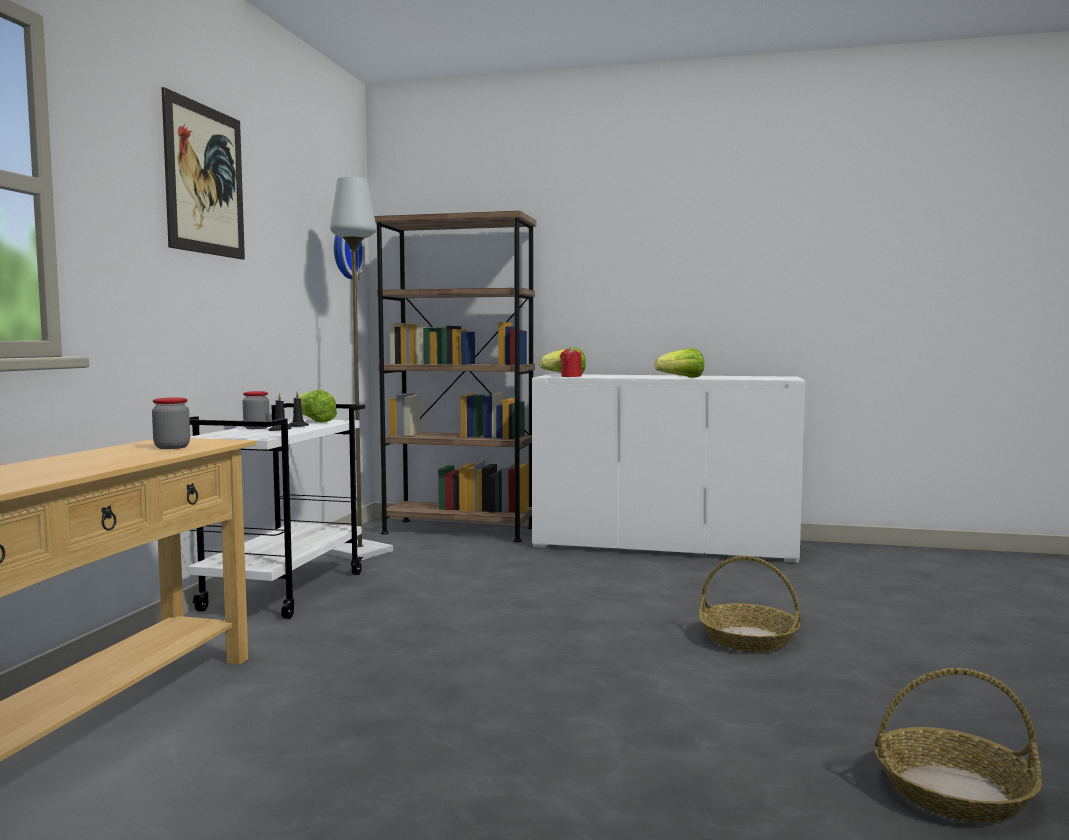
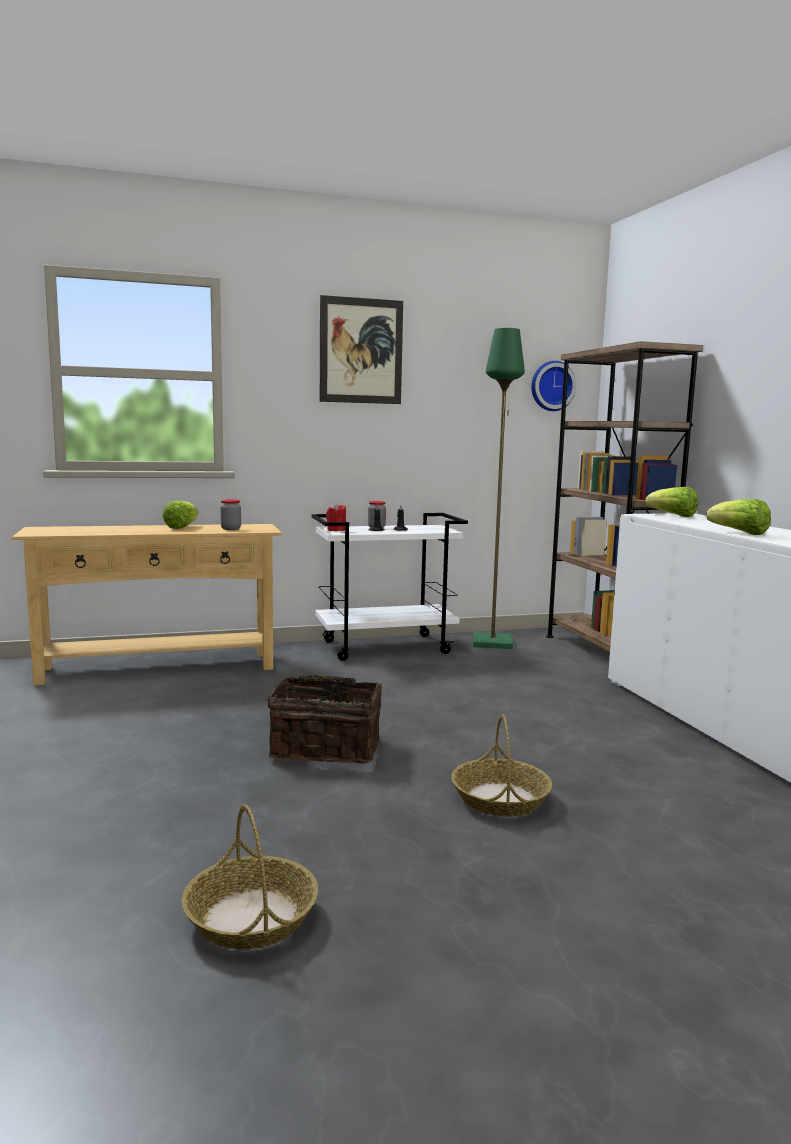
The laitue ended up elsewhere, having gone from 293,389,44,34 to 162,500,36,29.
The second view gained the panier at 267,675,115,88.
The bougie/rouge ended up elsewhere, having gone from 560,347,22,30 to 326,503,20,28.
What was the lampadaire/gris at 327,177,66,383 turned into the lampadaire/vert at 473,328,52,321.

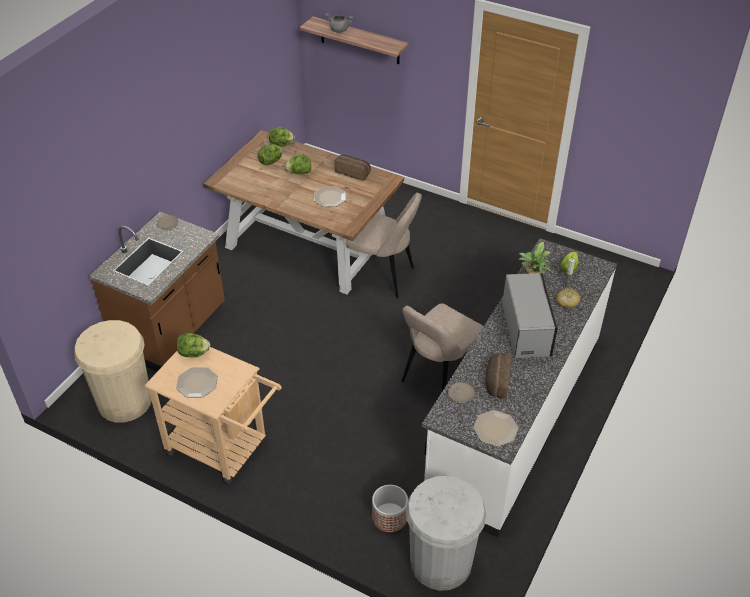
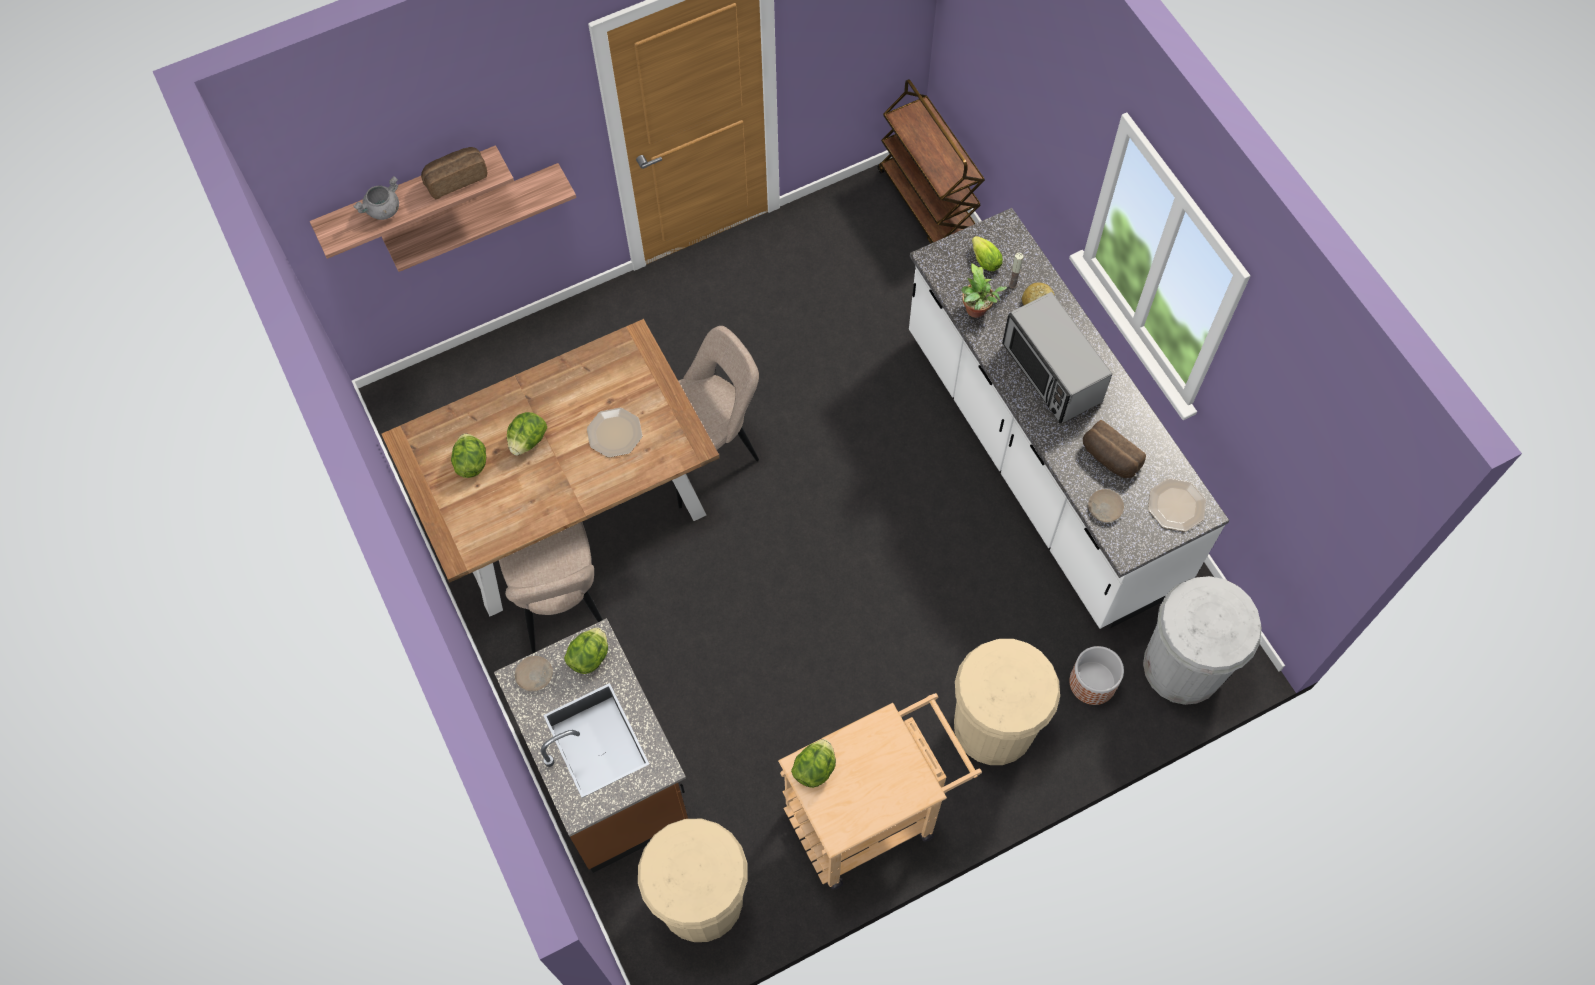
The second view gained the étagère at 382,163,194,109.
The pain ended up elsewhere, having gone from 334,155,37,26 to 421,147,67,52.
The chaise/beige ended up elsewhere, having gone from 401,303,83,88 to 499,522,104,131.
The laitue ended up elsewhere, having gone from 269,127,26,19 to 564,627,44,47.
The second view gained the chariot/marron at 878,79,107,165.
The second view gained the poubelle/beige at 954,639,106,126.
The micro-ondes at 503,273,55,85 ended up facing another way, 150 degrees counterclockwise from before.
The second view lost the assiette at 176,367,42,31.

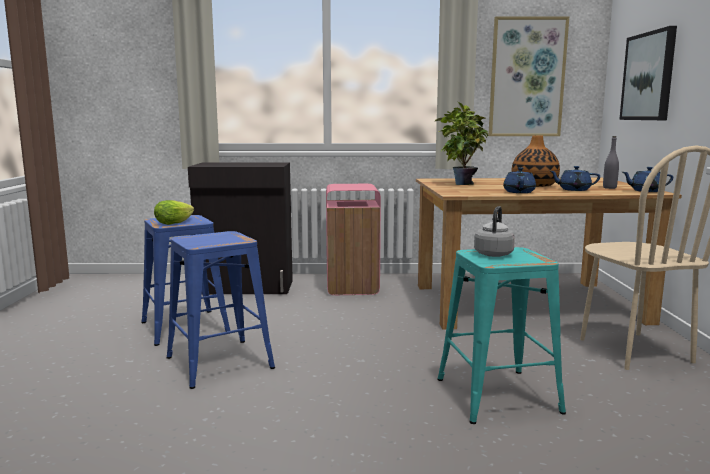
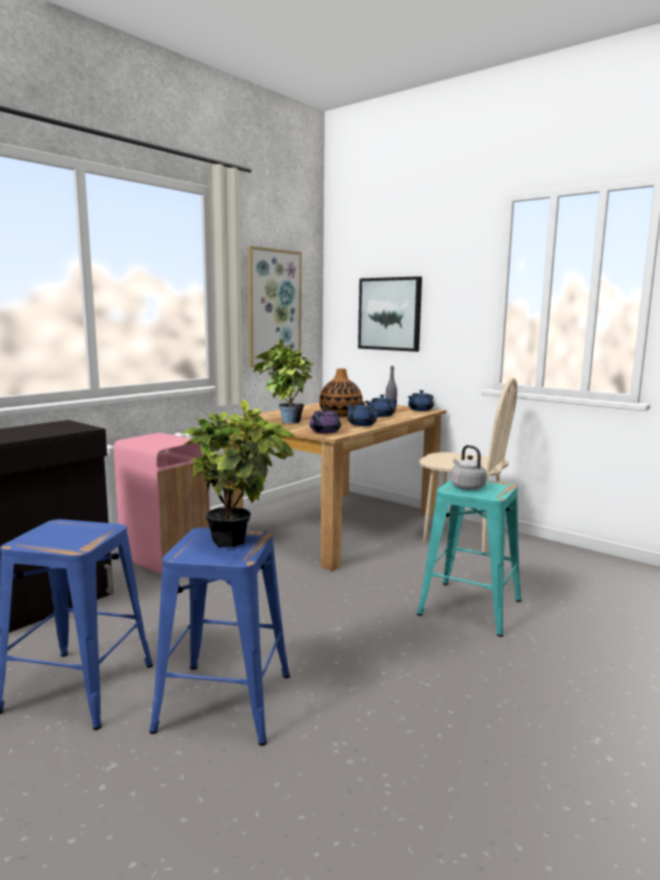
The second view gained the plante en pot at 182,400,112,147.
The second view gained the théière/violet at 310,407,31,26.
The second view lost the laitue at 154,200,40,25.

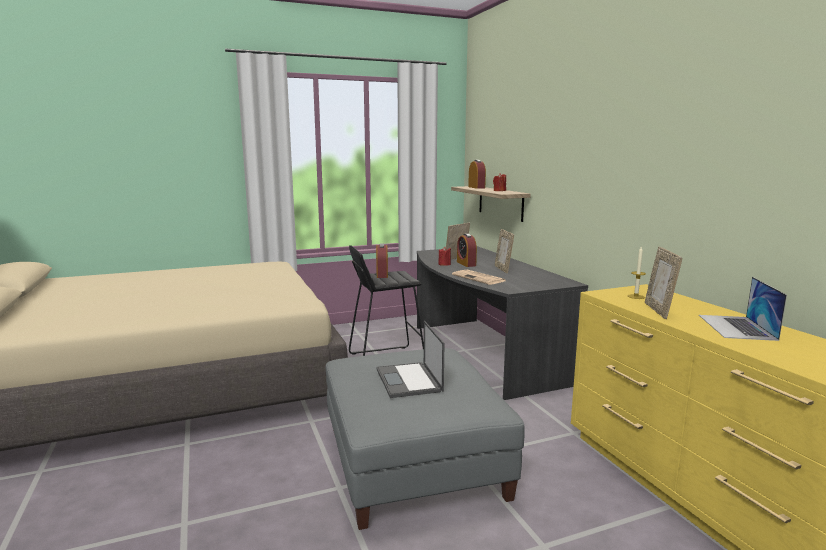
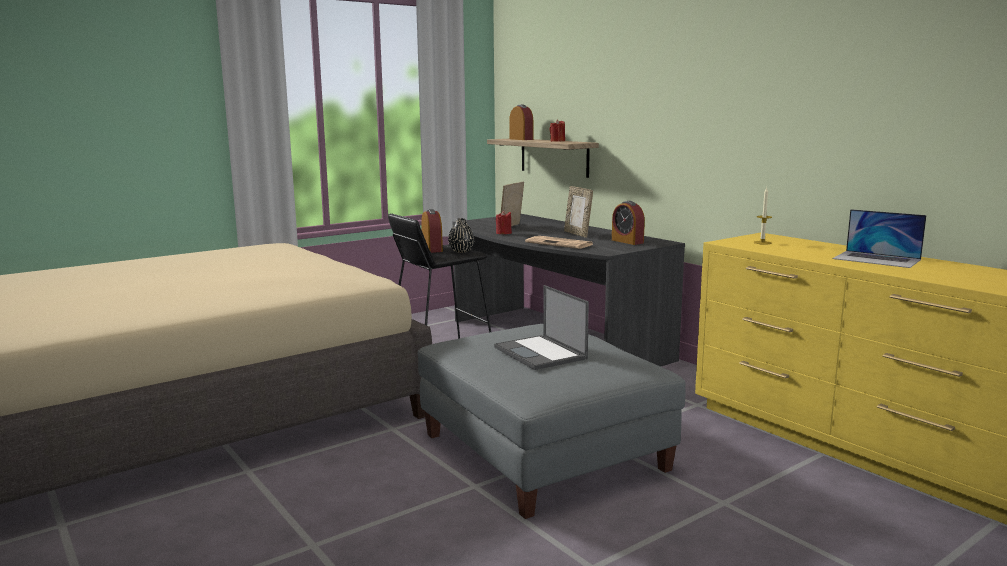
The second view gained the vase/noir at 448,218,26,34.
The réveil ended up elsewhere, having gone from 457,234,20,33 to 612,201,33,44.
The ordinateur portable at 699,277,88,64 ended up facing another way, 45 degrees counterclockwise from before.
The second view lost the cadre photo at 645,247,37,72.

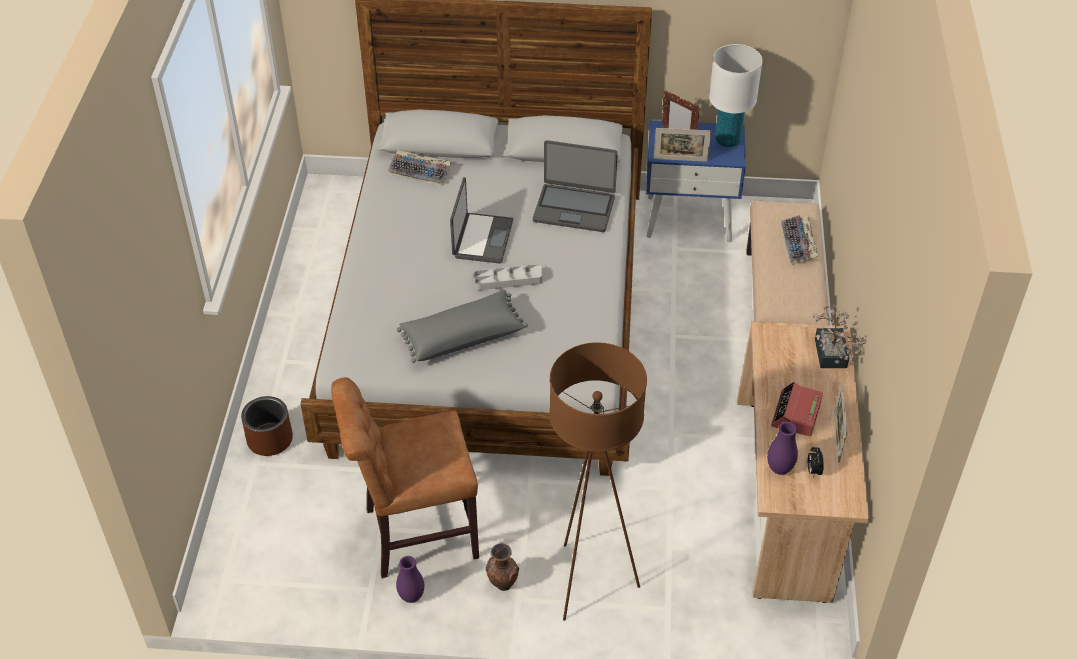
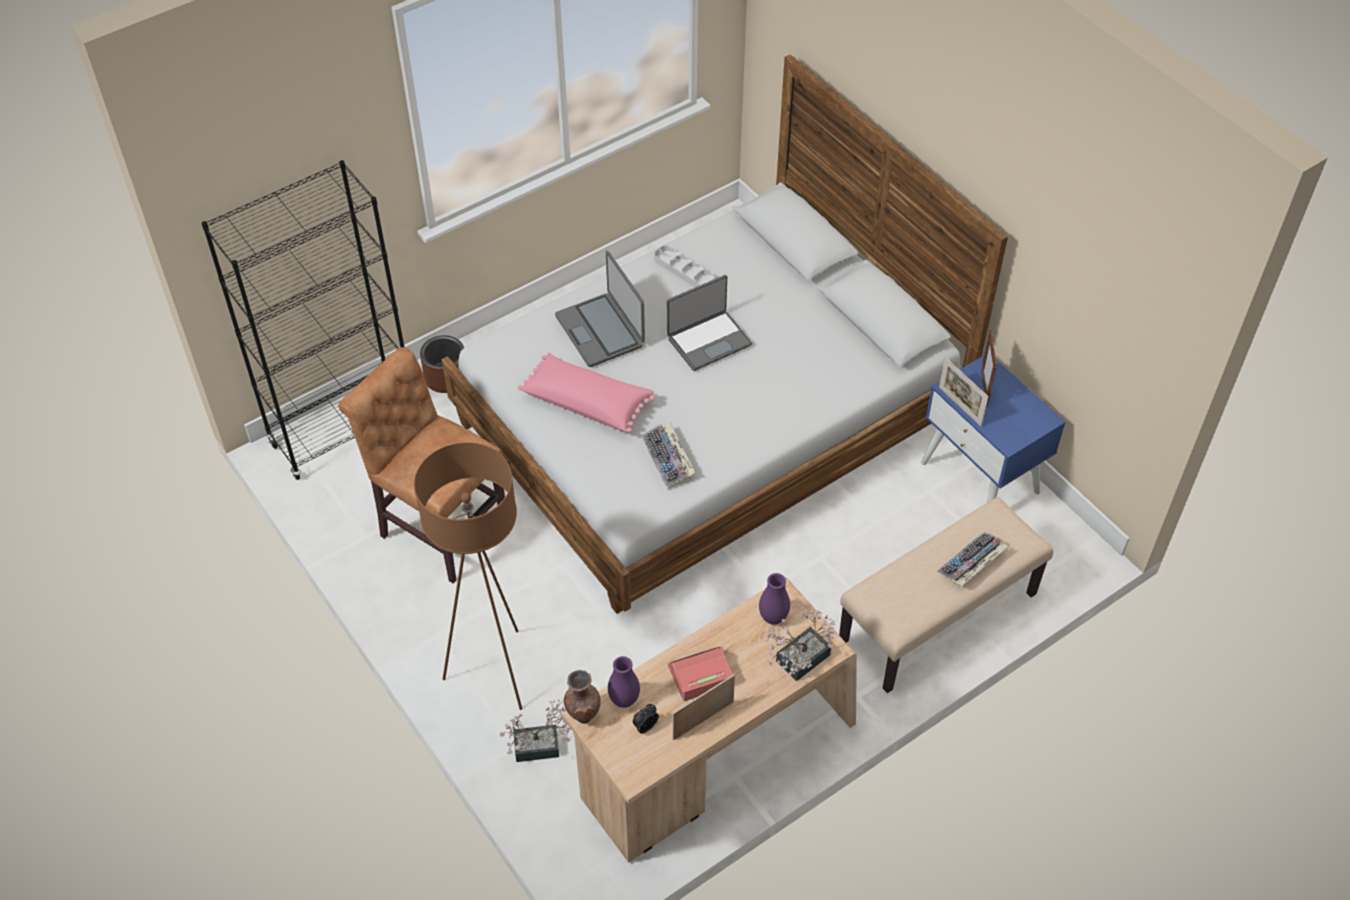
The second view gained the bibliothèque/noir at 202,160,202,320.
The second view gained the plante en pot at 500,698,74,64.
What was the coussin/gris at 397,290,131,73 turned into the coussin/rose at 518,353,137,80.
The ordinateur portable ended up elsewhere, having gone from 533,140,85,92 to 555,251,90,116.
The vase/marron ended up elsewhere, having gone from 486,543,33,48 to 564,670,37,54.
The clavier ended up elsewhere, having gone from 387,150,64,36 to 642,422,53,67.
The plateau/gris ended up elsewhere, having gone from 474,264,69,26 to 654,245,60,42.
The vase/violet ended up elsewhere, having gone from 396,556,28,47 to 759,573,31,52.
The second view lost the lampe de table/blanc at 709,44,54,103.

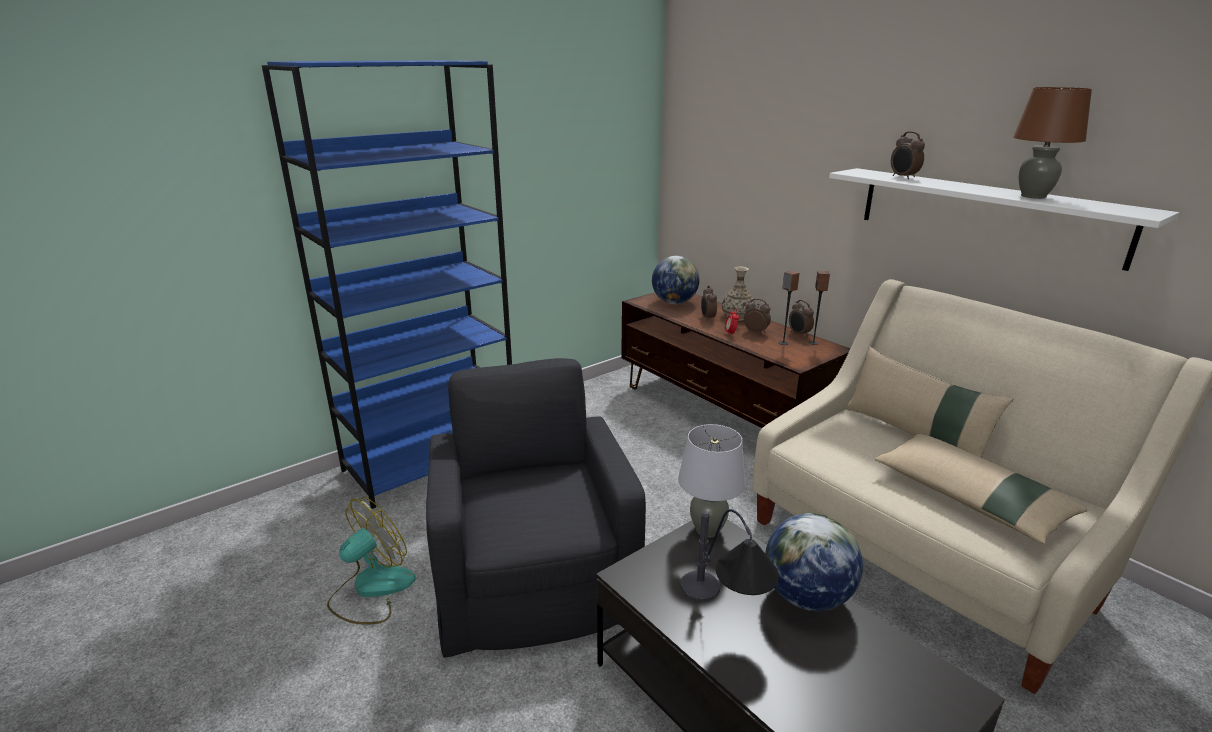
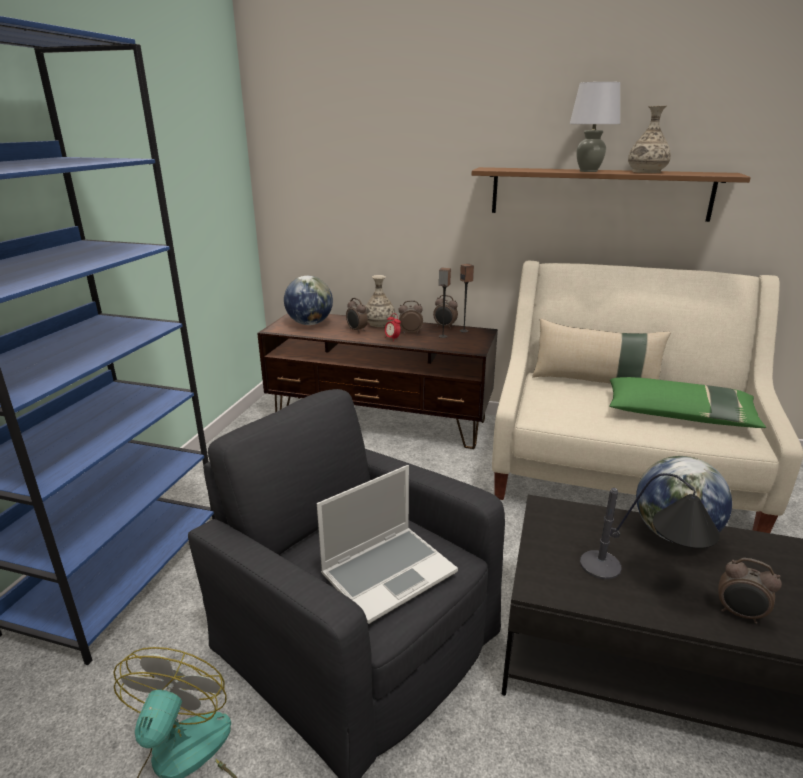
The second view gained the ordinateur portable at 317,465,141,159.
What was the étagère/blanc at 829,168,350,103 turned into the étagère/marron at 472,167,279,55.
The lampe de table/gris ended up elsewhere, having gone from 678,424,68,113 to 570,82,51,90.
What was the coussin/beige at 875,434,212,110 turned into the coussin/vert at 609,377,157,51.
Where the lampe de table/marron stood at 1013,87,79,112, the vase came to stand at 628,106,43,67.
The réveil ended up elsewhere, having gone from 891,131,34,48 to 718,558,64,66.

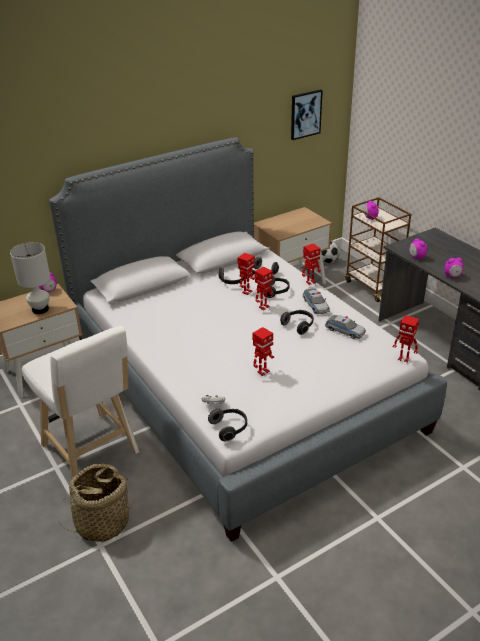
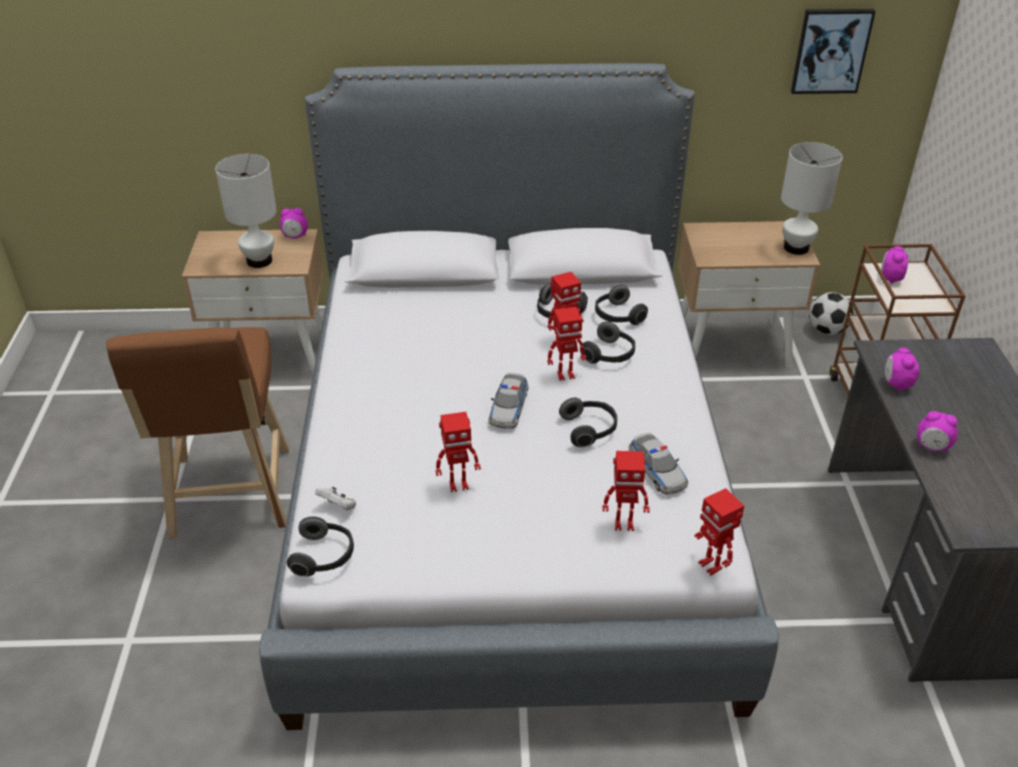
What was the tabouret/blanc at 22,326,118,153 turned into the tabouret/marron at 106,327,183,212.
The petite voiture ended up elsewhere, having gone from 303,288,27,26 to 489,373,40,55.
The robot jouet ended up elsewhere, having gone from 302,243,19,42 to 603,451,47,80.
The second view gained the lampe de table/blanc at 781,142,62,113.
The second view lost the panier at 58,464,76,78.

